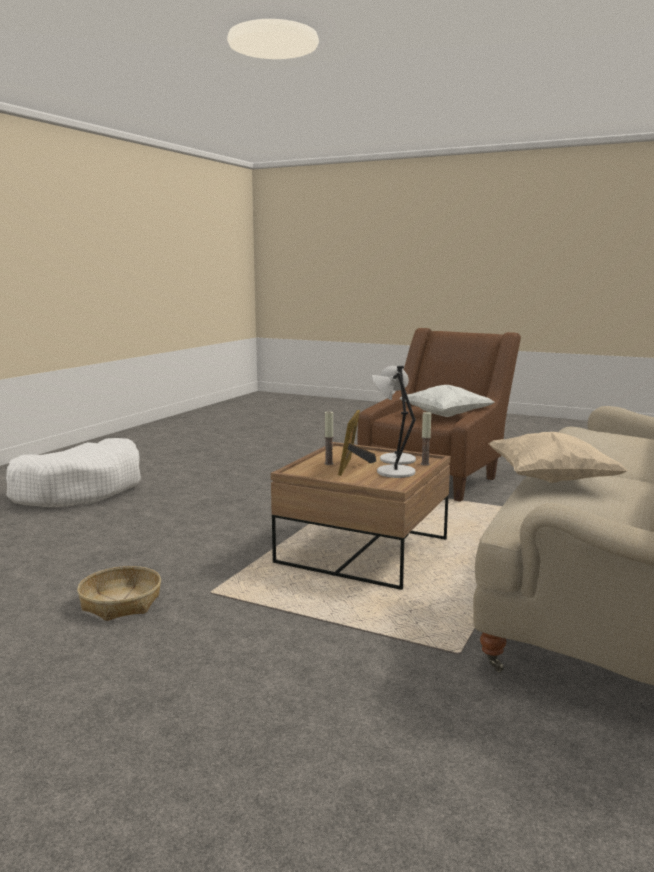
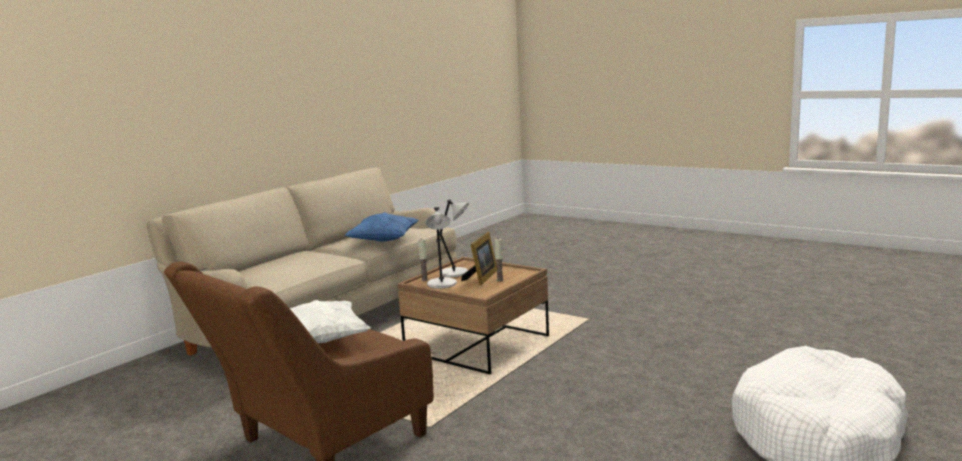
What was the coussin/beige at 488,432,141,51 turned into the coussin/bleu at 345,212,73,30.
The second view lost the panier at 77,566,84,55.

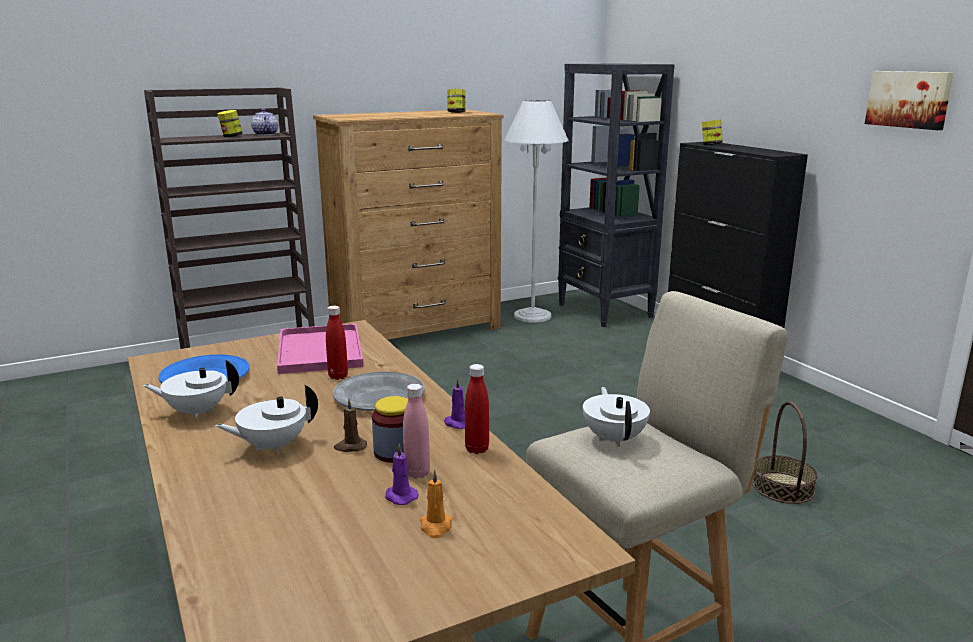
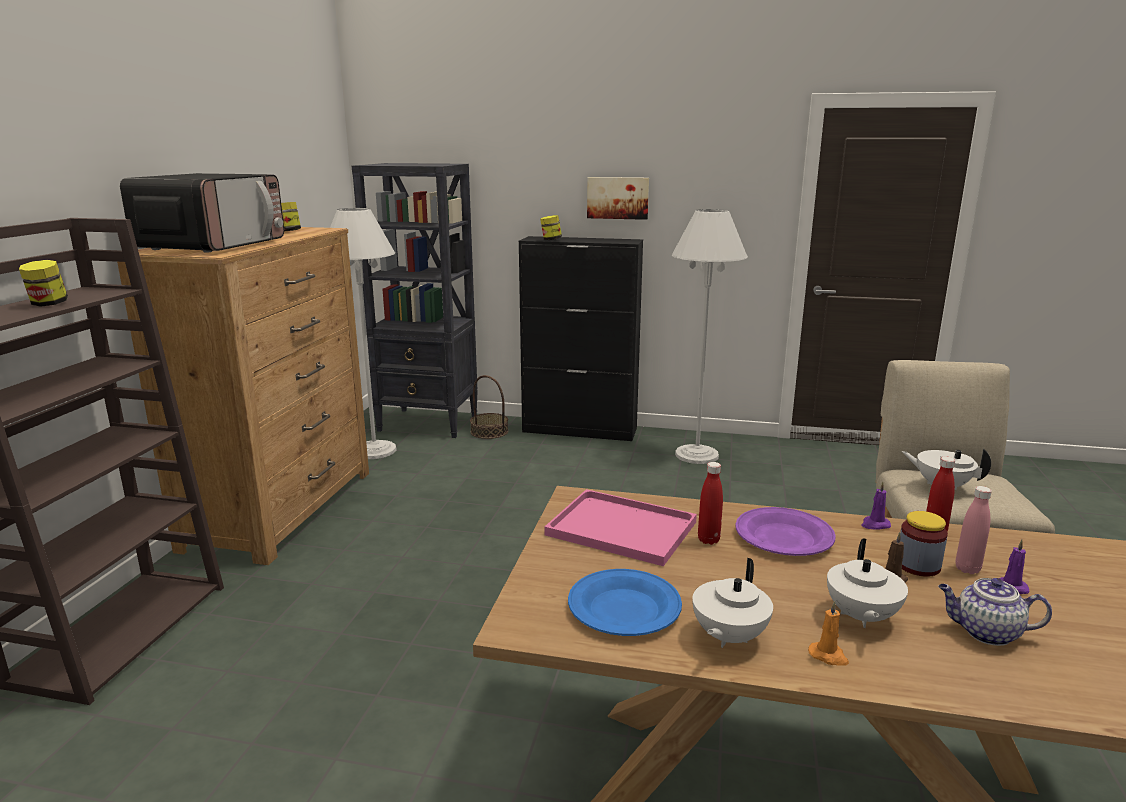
The second view gained the micro-ondes at 120,173,164,80.
The panier ended up elsewhere, having gone from 752,401,66,103 to 470,375,38,64.
The tableau ended up elsewhere, having gone from 865,71,89,59 to 587,177,62,43.
The second view gained the lampadaire/blanc at 672,209,76,255.
What was the assiette/gris at 333,372,92,39 turned into the assiette/violet at 735,507,101,49.
The bougie/orange ended up elsewhere, having gone from 420,470,32,68 to 808,601,41,65.
The théière ended up elsewhere, having gone from 251,109,27,26 to 938,578,114,68.

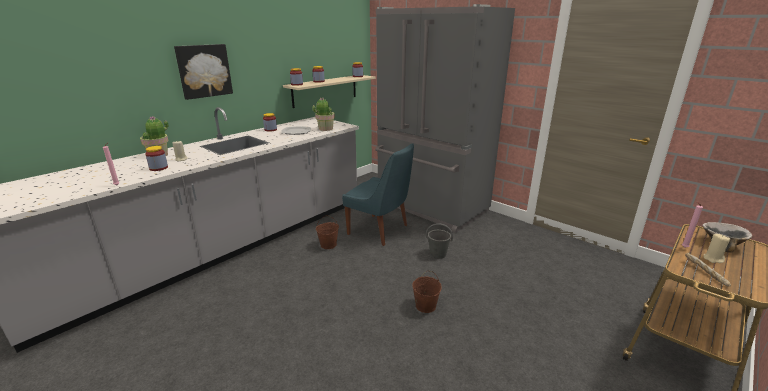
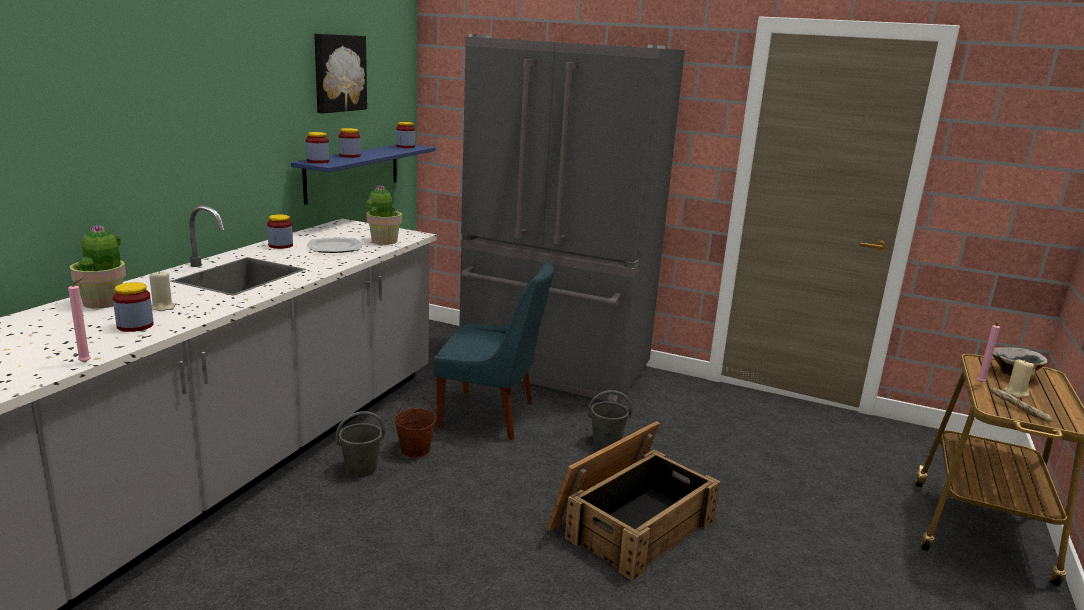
What was the étagère/beige at 283,75,92,33 turned into the étagère/bleu at 291,145,145,60.
The tableau ended up elsewhere, having gone from 174,44,59,56 to 314,33,53,80.
The second view gained the seau/gris at 335,411,50,66.
Where the seau/marron stood at 412,271,30,42, the caisse came to stand at 547,421,173,160.

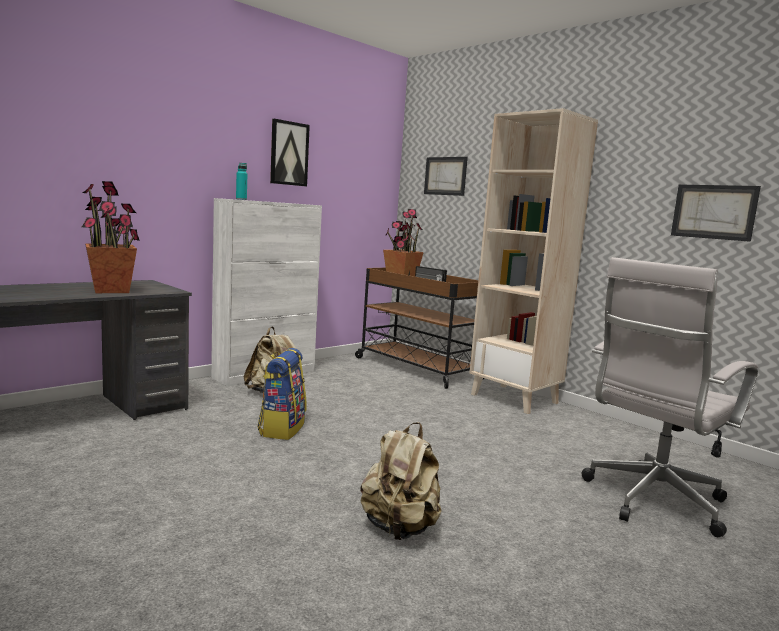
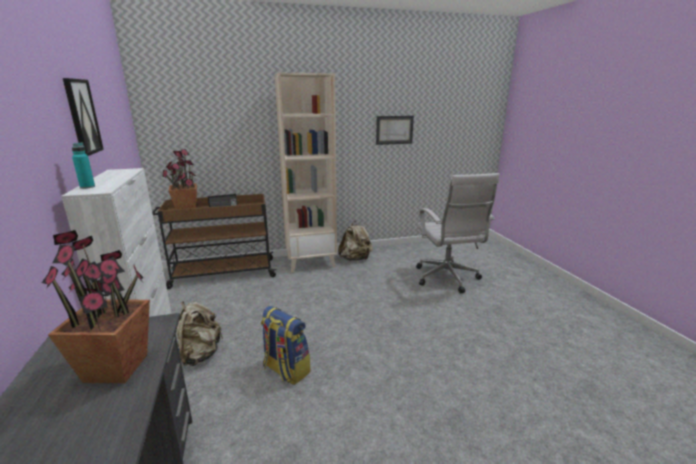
The sac à dos/beige ended up elsewhere, having gone from 360,422,82,118 to 338,221,35,40.
The second view lost the tableau at 424,157,44,39.

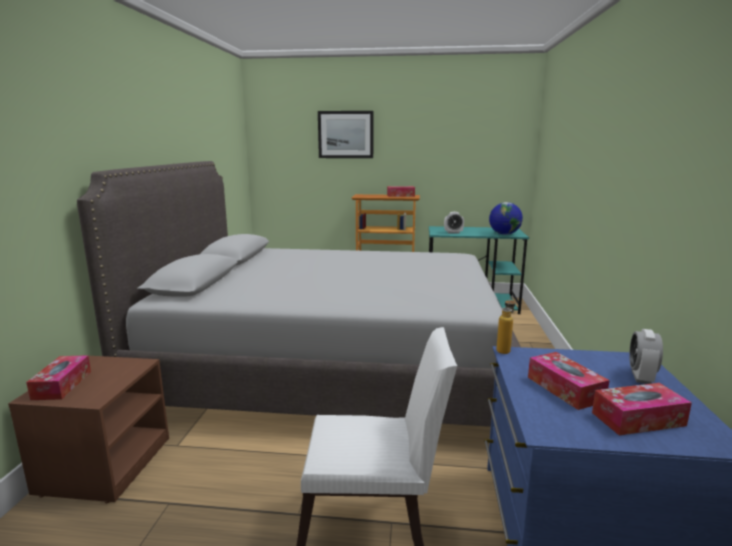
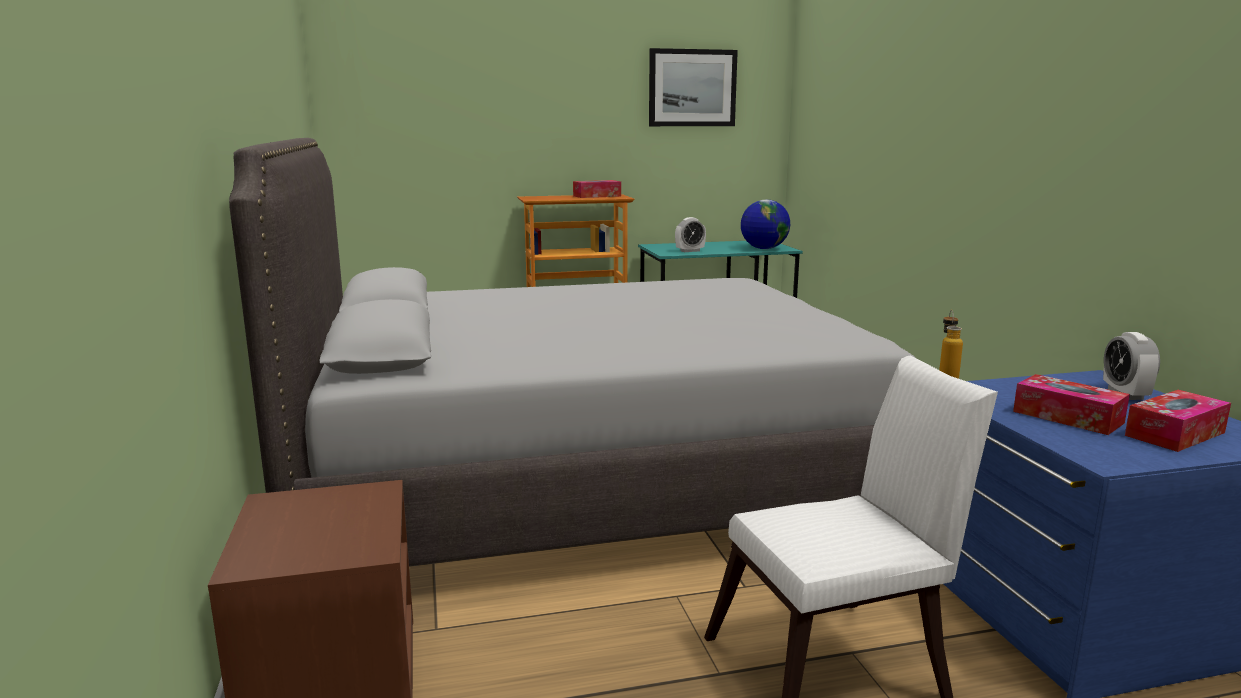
The tableau ended up elsewhere, having gone from 318,111,56,47 to 649,48,89,78.
The second view lost the boîte à mouchoirs at 26,355,65,45.

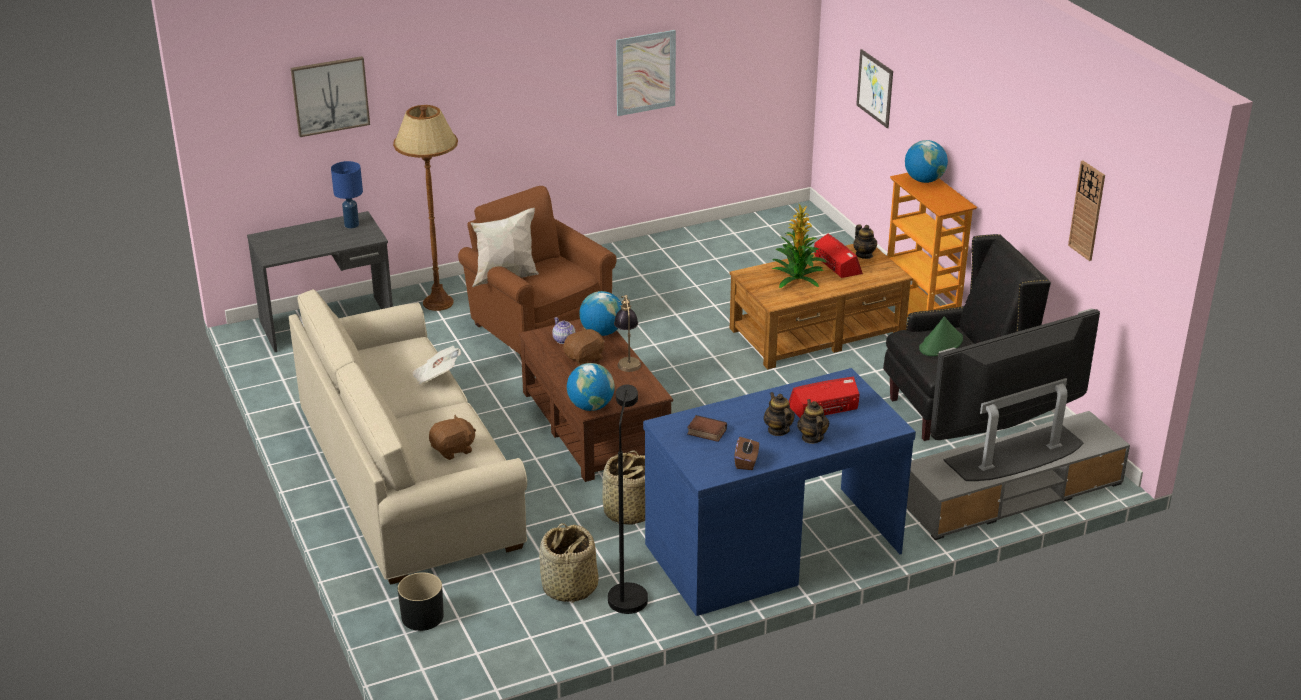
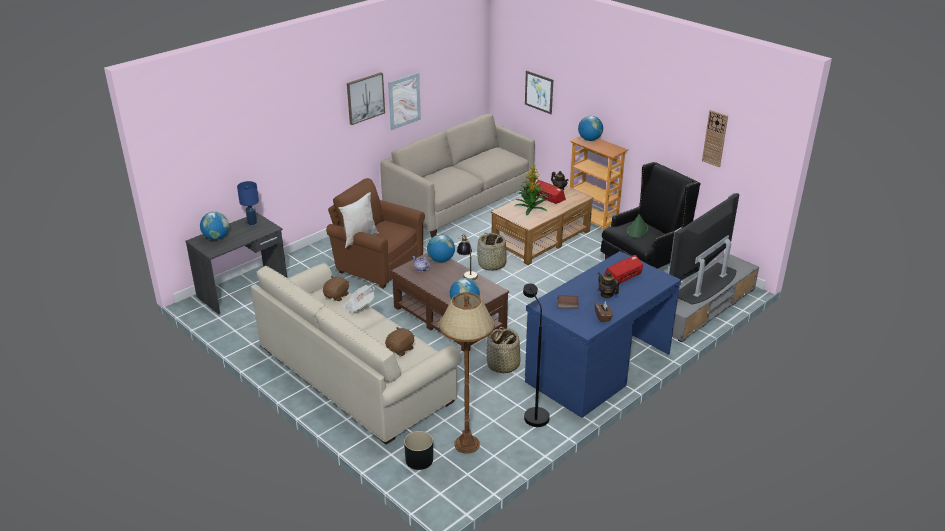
The second view gained the globe at 200,212,29,28.
The peluche/marron ended up elsewhere, having gone from 563,327,42,38 to 323,276,26,25.
The tableau ended up elsewhere, having gone from 291,56,79,81 to 347,72,38,53.
The second view gained the canapé/beige at 380,114,155,124.
The lampadaire/marron ended up elsewhere, having gone from 393,105,65,206 to 439,292,56,162.
The panier ended up elsewhere, having gone from 539,523,59,80 to 477,233,30,38.
The second view lost the théière at 797,399,32,45.

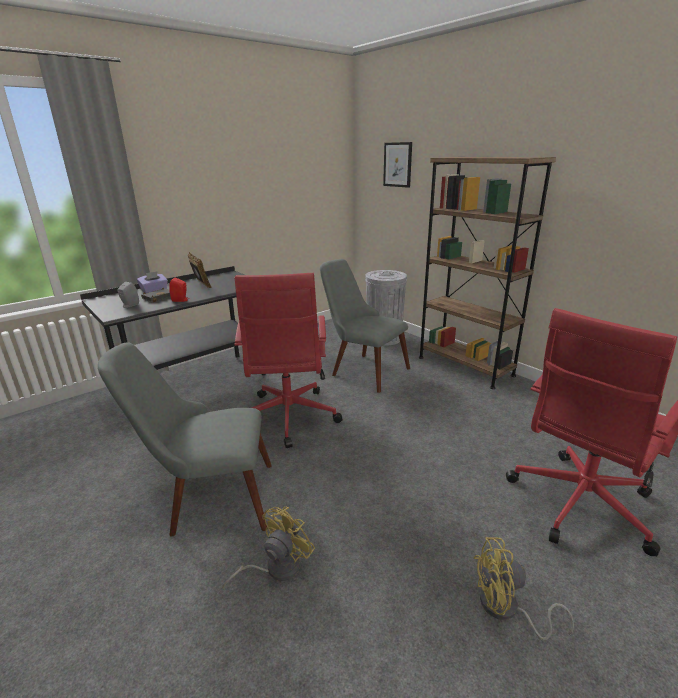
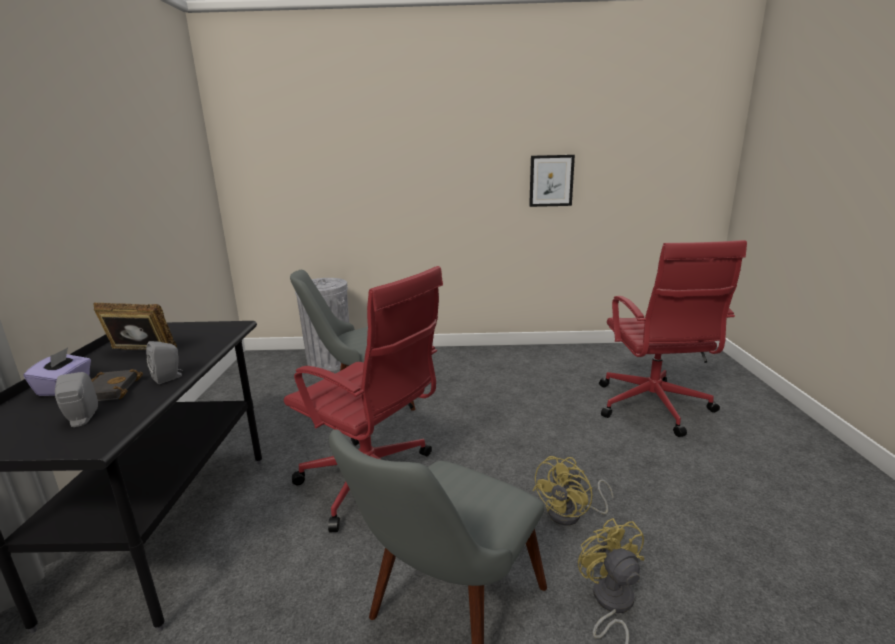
What was the enceinte/rouge at 169,278,20,24 turned into the enceinte/gris at 146,341,37,43.
The tableau ended up elsewhere, having gone from 383,142,29,46 to 529,155,46,52.
The ventilateur/jaune ended up elsewhere, having gone from 474,537,100,103 to 532,456,82,69.
The second view lost the bibliothèque/marron at 419,157,137,232.

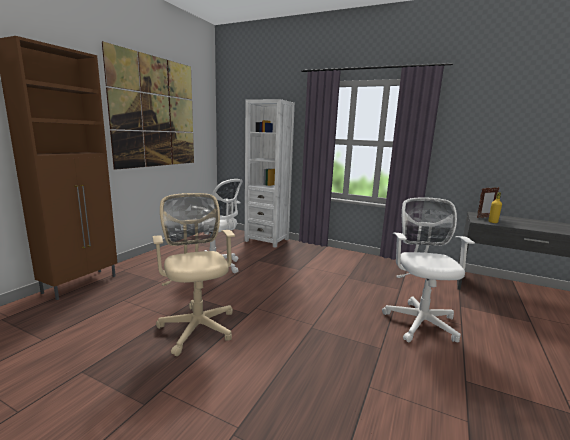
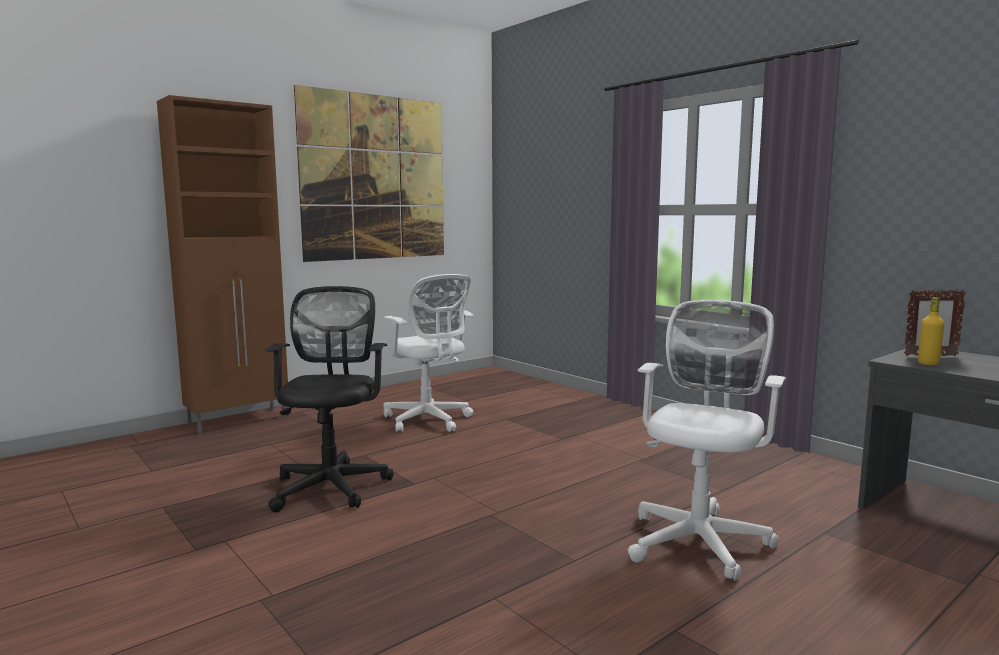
What was the chaise de bureau/beige at 152,193,83,163 turned into the chaise de bureau/noir at 265,286,129,226.
The second view lost the bibliothèque/blanc at 245,99,50,149.

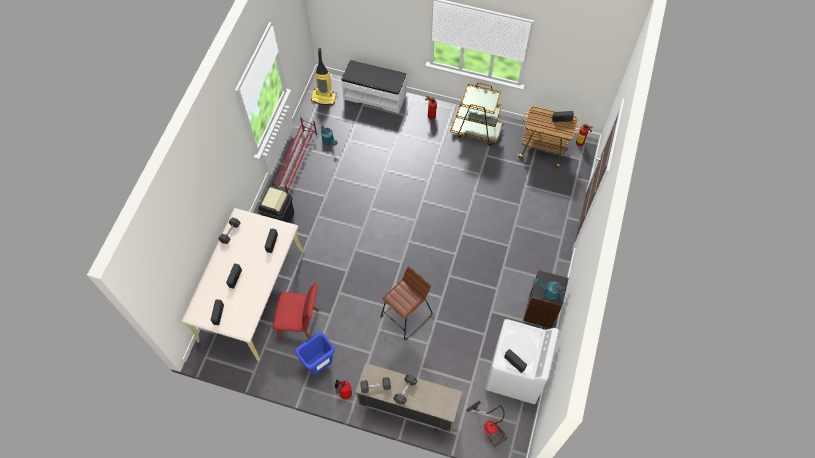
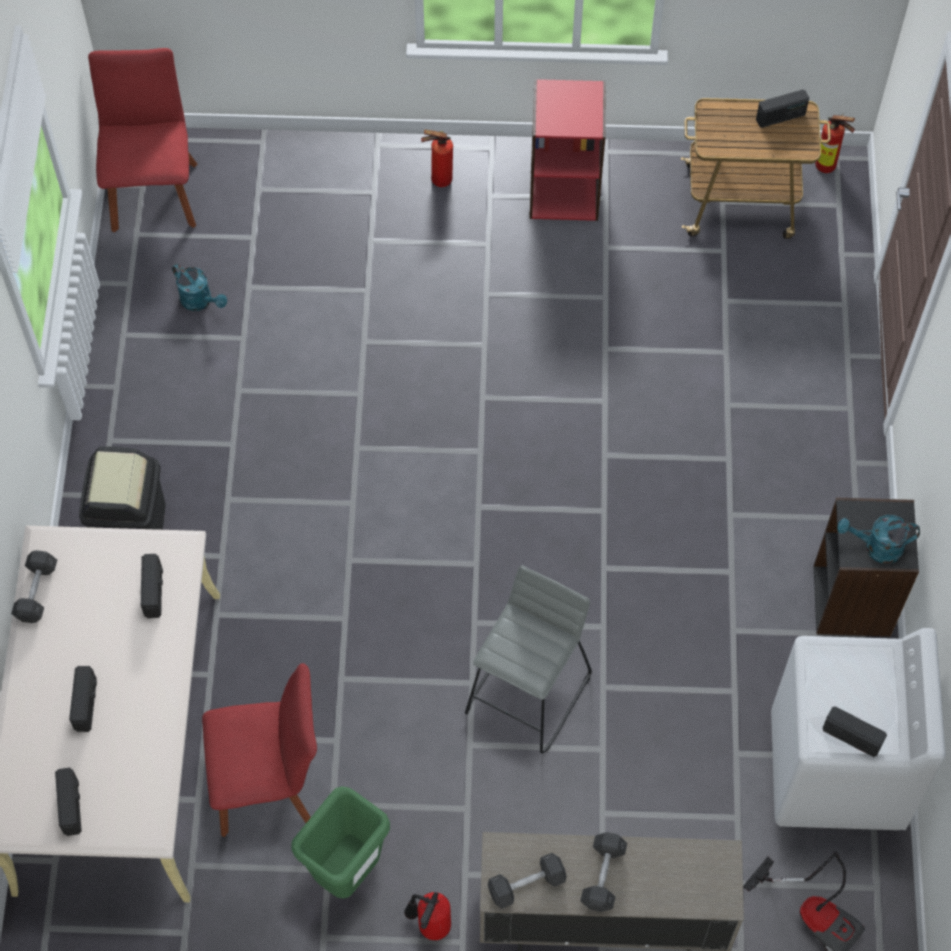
Where the aspirateur stood at 311,48,26,57, the chaise/rouge came to stand at 88,48,110,184.
What was the poubelle/bleu at 295,332,40,43 turned into the poubelle/vert at 291,786,99,113.
What was the tabouret/marron at 380,266,53,74 turned into the tabouret/gris at 465,565,127,189.
Where the chariot/marron stood at 450,83,53,63, the bibliothèque/rouge came to stand at 529,79,77,142.
The second view lost the étagère à chaussures/rouge at 271,117,46,75.
The second view lost the banc/blanc at 341,60,66,53.

